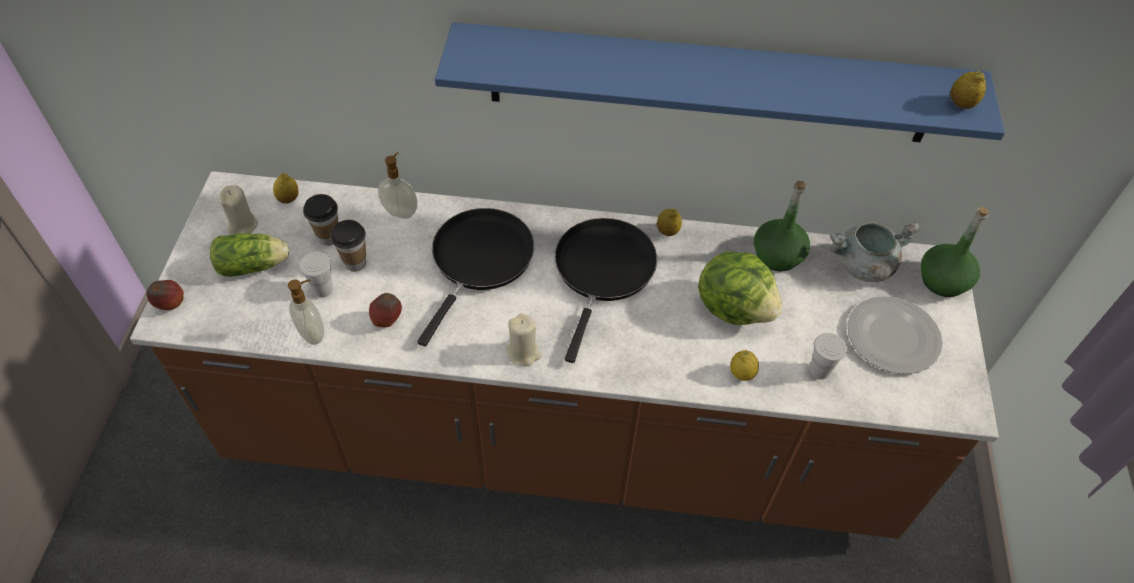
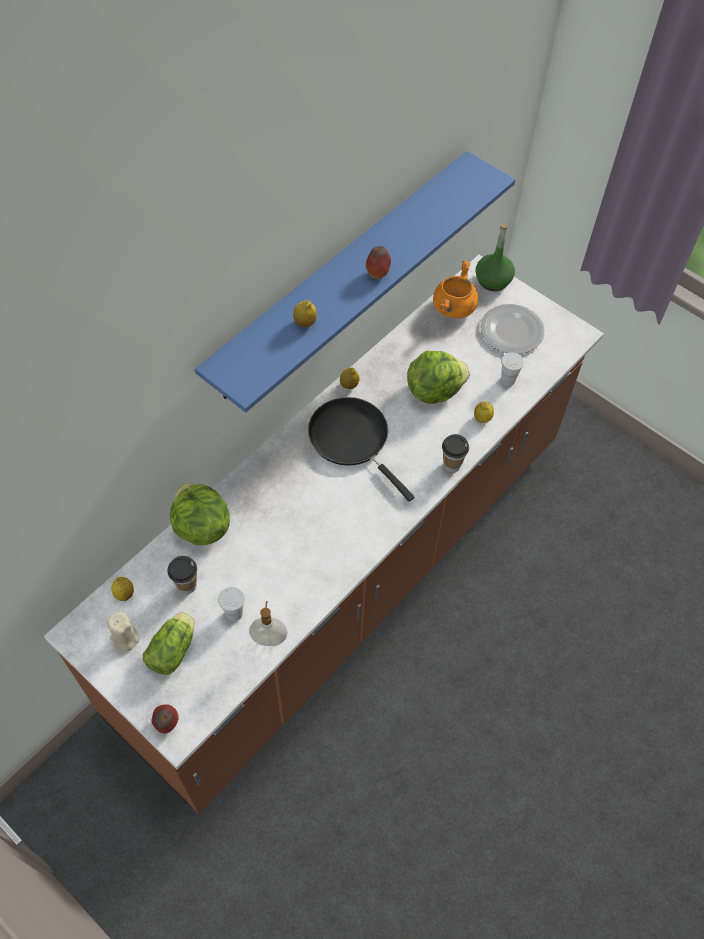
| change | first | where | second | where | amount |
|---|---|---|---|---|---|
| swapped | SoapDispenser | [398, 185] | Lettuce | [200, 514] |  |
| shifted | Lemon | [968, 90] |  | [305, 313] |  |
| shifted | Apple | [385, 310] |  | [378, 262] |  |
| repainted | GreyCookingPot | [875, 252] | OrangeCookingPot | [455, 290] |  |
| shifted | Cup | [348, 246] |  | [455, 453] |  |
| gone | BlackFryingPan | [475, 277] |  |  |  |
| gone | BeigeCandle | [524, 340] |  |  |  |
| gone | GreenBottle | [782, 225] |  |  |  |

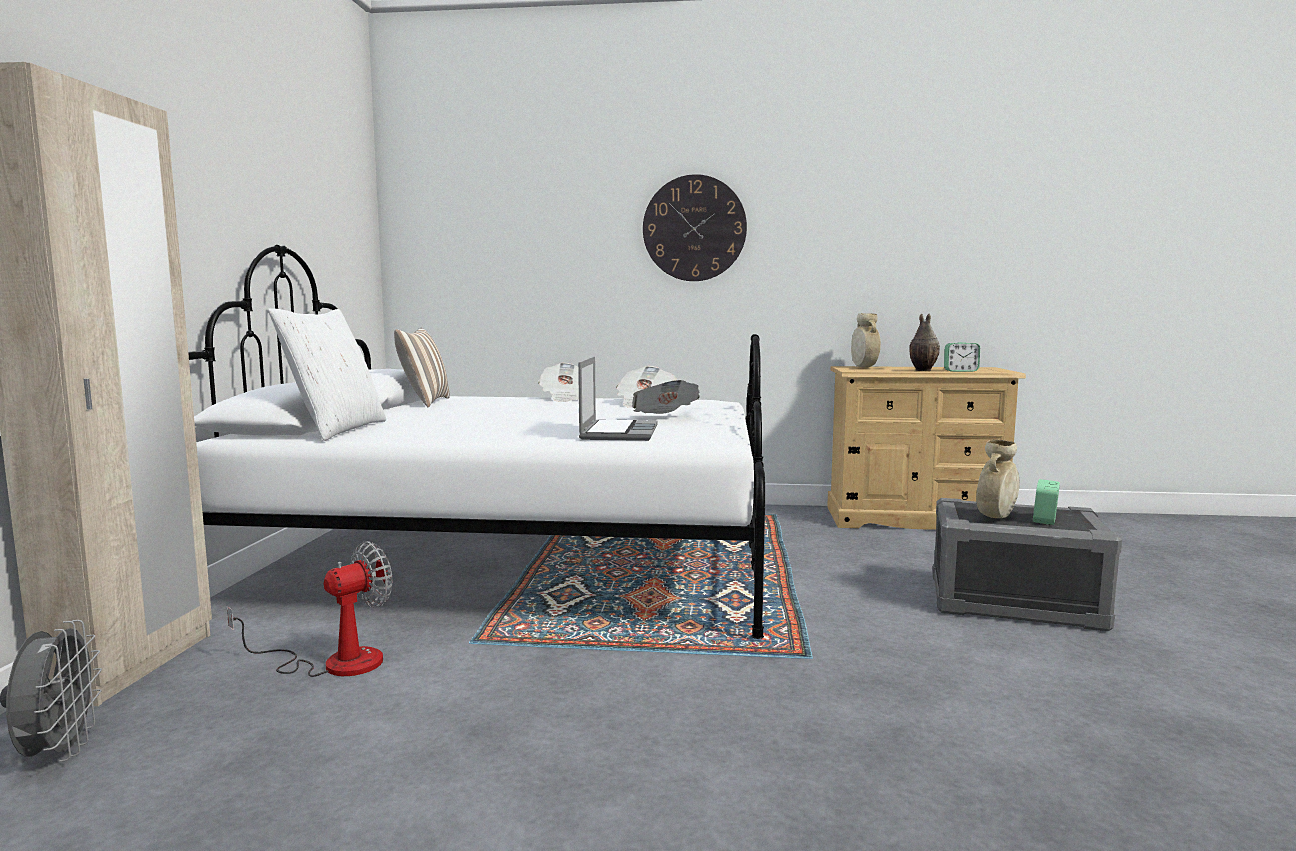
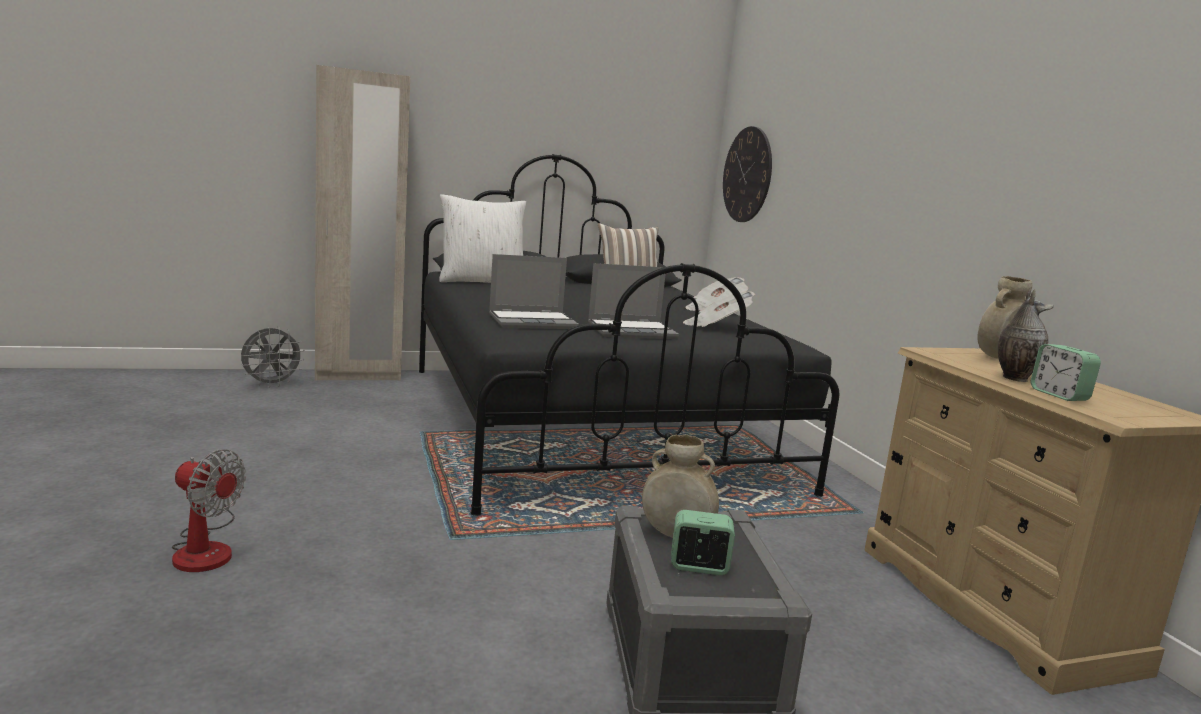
| change | first | where | second | where | amount |
|---|---|---|---|---|---|
| shifted | Fan | [309, 609] |  | [209, 510] |  |
| repainted | WhiteBed | [476, 442] | BlackBed | [629, 335] |  |
| swapped | Newspaper | [666, 397] | Laptop | [633, 301] |  |
| shifted | WallClock | [695, 227] |  | [747, 174] |  |

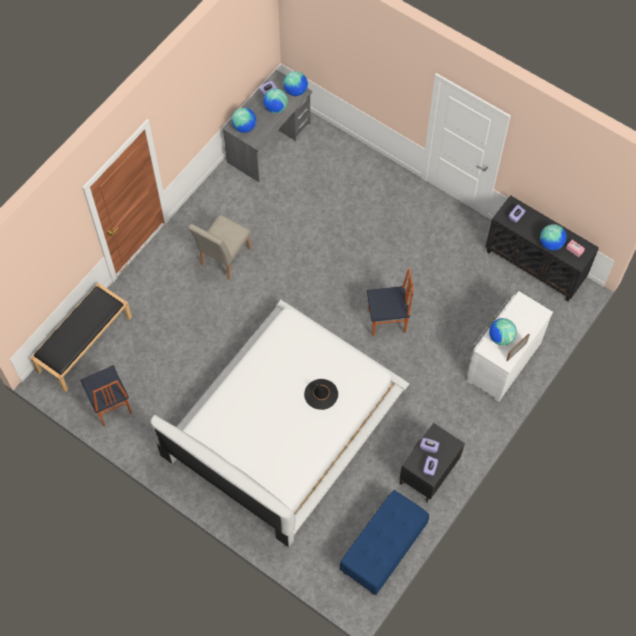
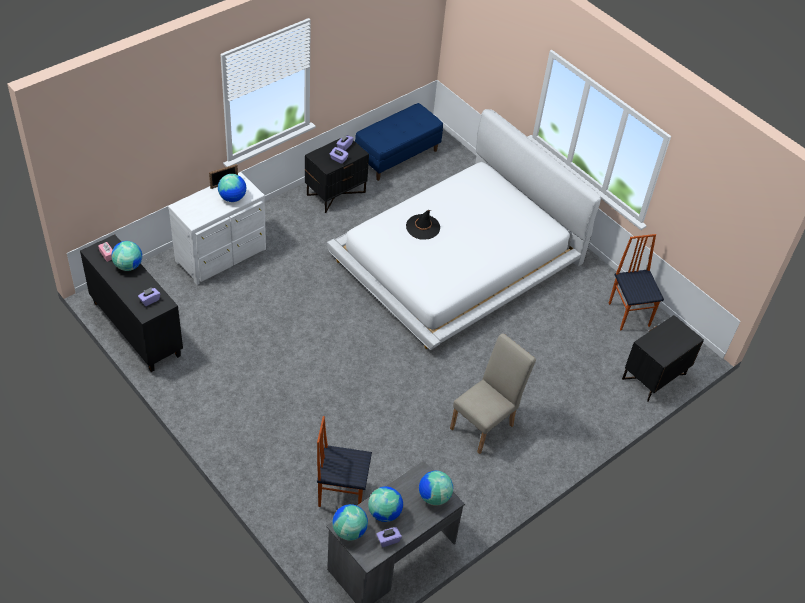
| change | first | where | second | where | amount |
|---|---|---|---|---|---|
| shifted | Chair | [390, 302] |  | [344, 461] |  |
| swapped | BlackBench | [81, 337] | BlackNightstand | [663, 358] |  |

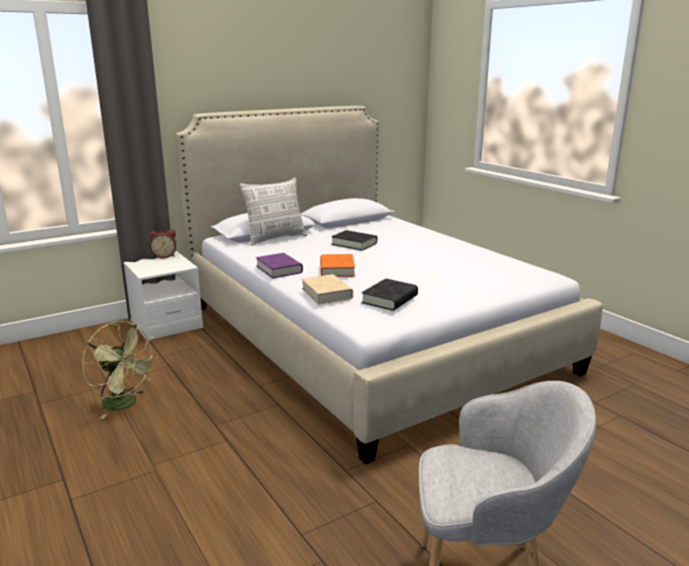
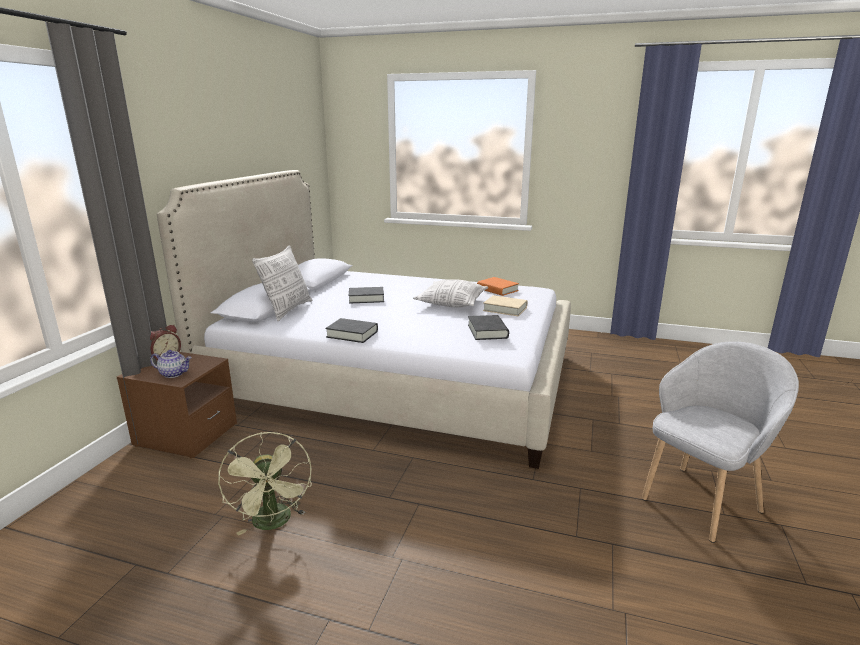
| change | first | where | second | where | amount |
|---|---|---|---|---|---|
| repainted | WhiteNightstand | [163, 296] | BrownNightstand | [177, 405] |  |
| new |  |  | Teapot | [171, 364] |  |
| rotated | GreenFan | [120, 370] |  | [265, 483] | 75 degrees clockwise |
| repainted | PurpleBook | [279, 266] | BlackBook | [351, 330] |  |
| new |  |  | Pillow | [450, 293] |  |
| shifted | OrangeBook | [337, 265] |  | [498, 286] |  |
| shifted | BeigeBook | [327, 289] |  | [505, 305] |  |

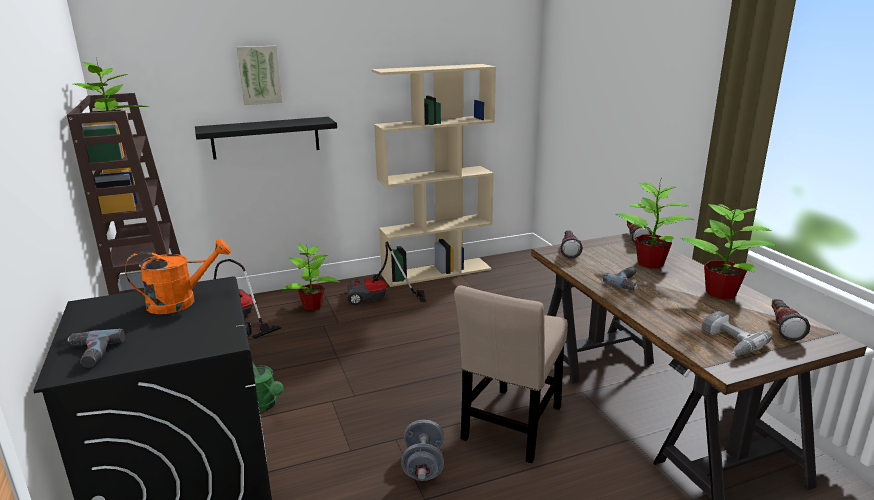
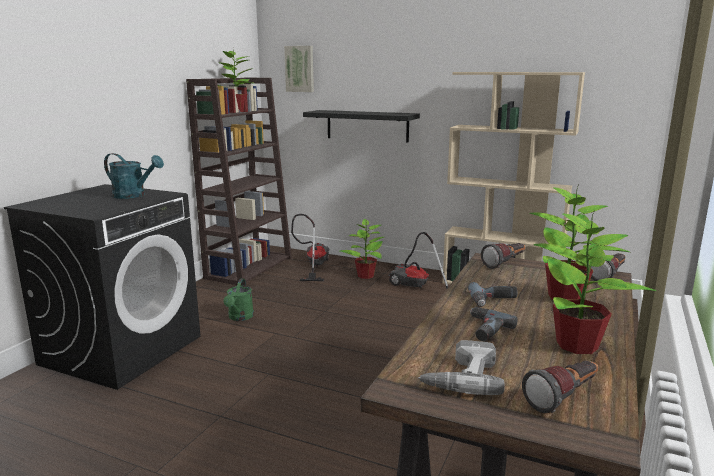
| change | first | where | second | where | amount |
|---|---|---|---|---|---|
| repainted | OrangeWateringCan | [178, 276] | TurquoiseWateringCan | [134, 176] |  |
| shifted | Picture | [259, 75] |  | [299, 69] |  |
| shifted | PowerDrill | [96, 348] |  | [494, 324] |  |
| gone | GreyDumbbell | [422, 450] |  |  |  |
| gone | BeigeChair | [511, 374] |  |  |  |

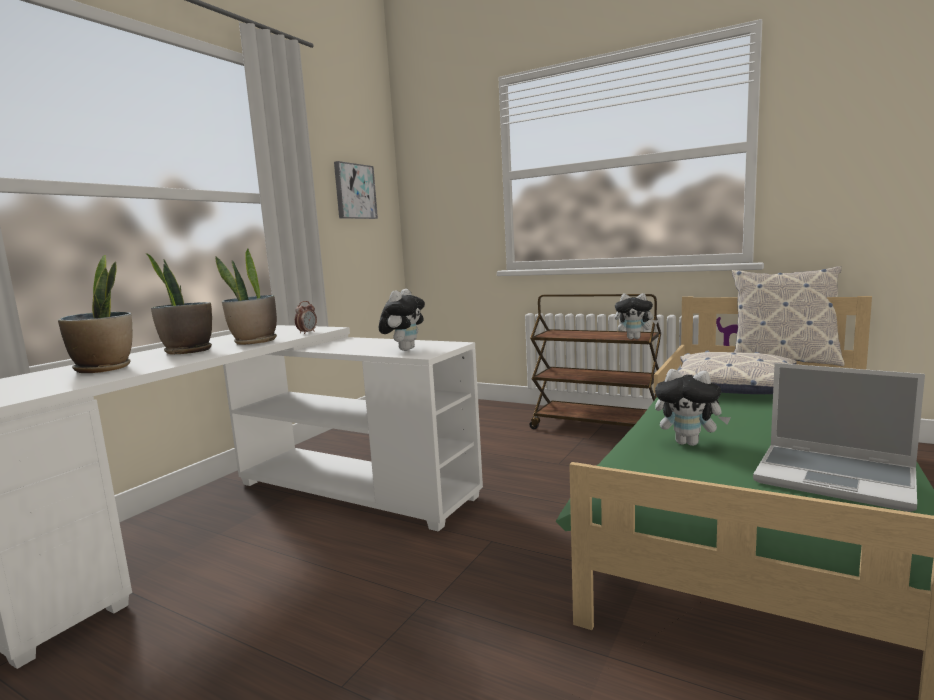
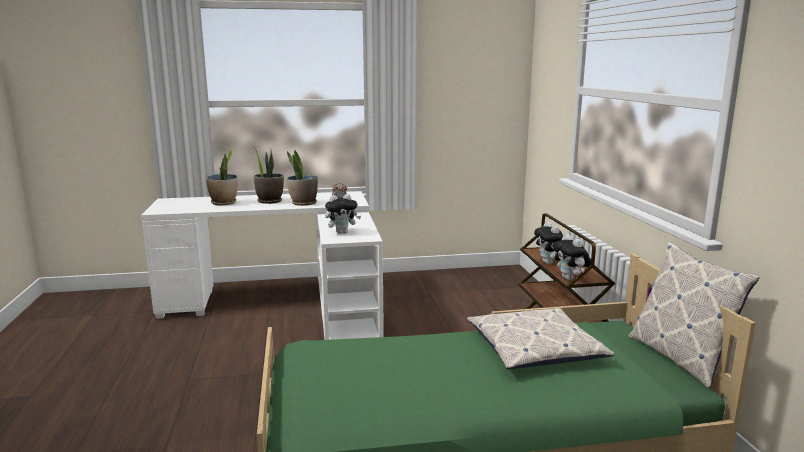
| change | first | where | second | where | amount |
|---|---|---|---|---|---|
| shifted | PlushToy | [693, 407] |  | [548, 242] |  |
| gone | Picture | [356, 190] |  |  |  |
| gone | Laptop | [839, 437] |  |  |  |

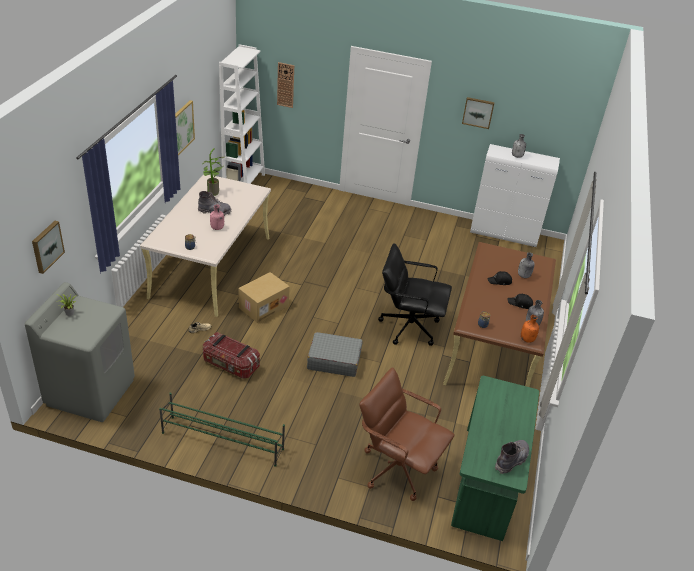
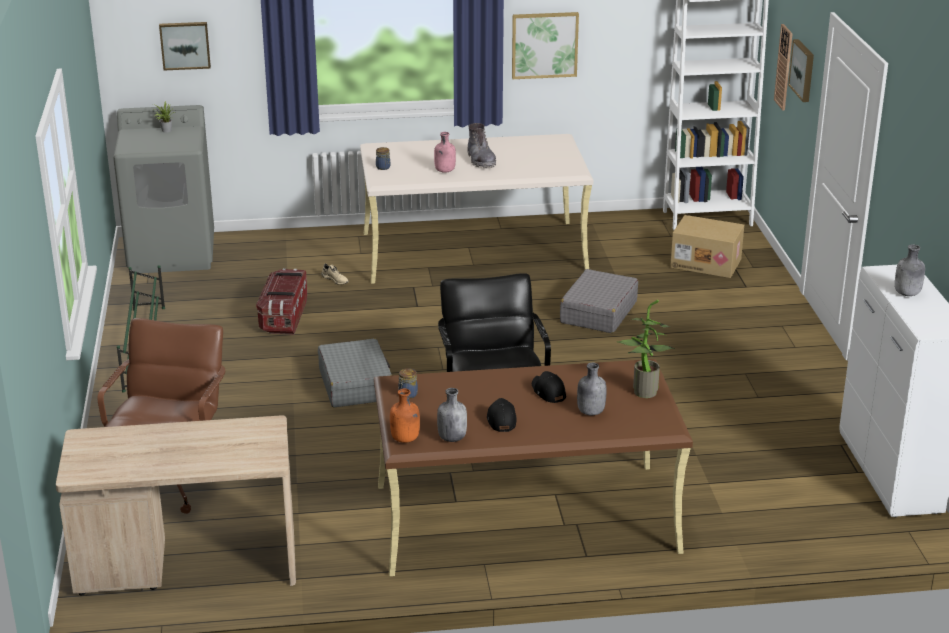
| change | first | where | second | where | amount |
|---|---|---|---|---|---|
| repainted | GreenDesk | [495, 458] | BeigeDesk | [176, 505] |  |
| new |  |  | GreySuitcase | [599, 301] |  |
| shifted | PottedPlant | [214, 172] |  | [645, 349] |  |
| shifted | CardboardBox | [264, 297] |  | [707, 246] |  |
| shifted | Picture | [478, 113] |  | [801, 70] |  |
| gone | GreyBoot | [512, 457] |  |  |  |

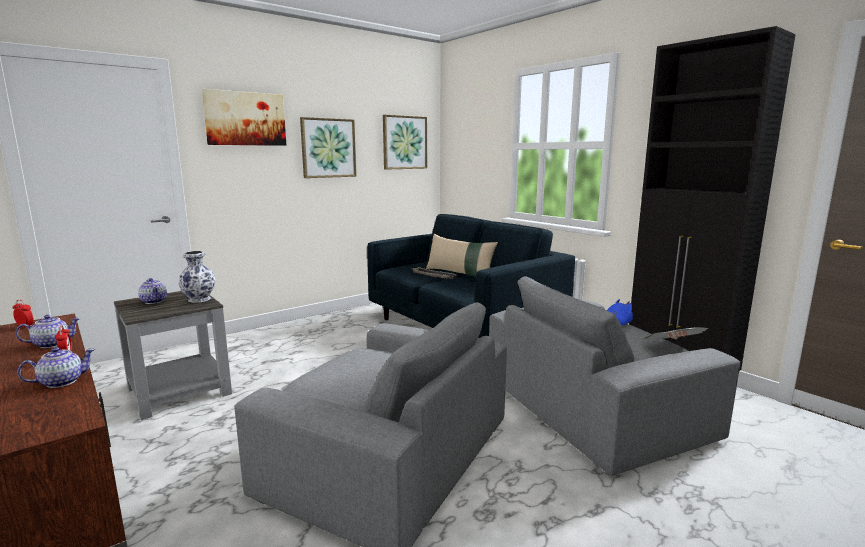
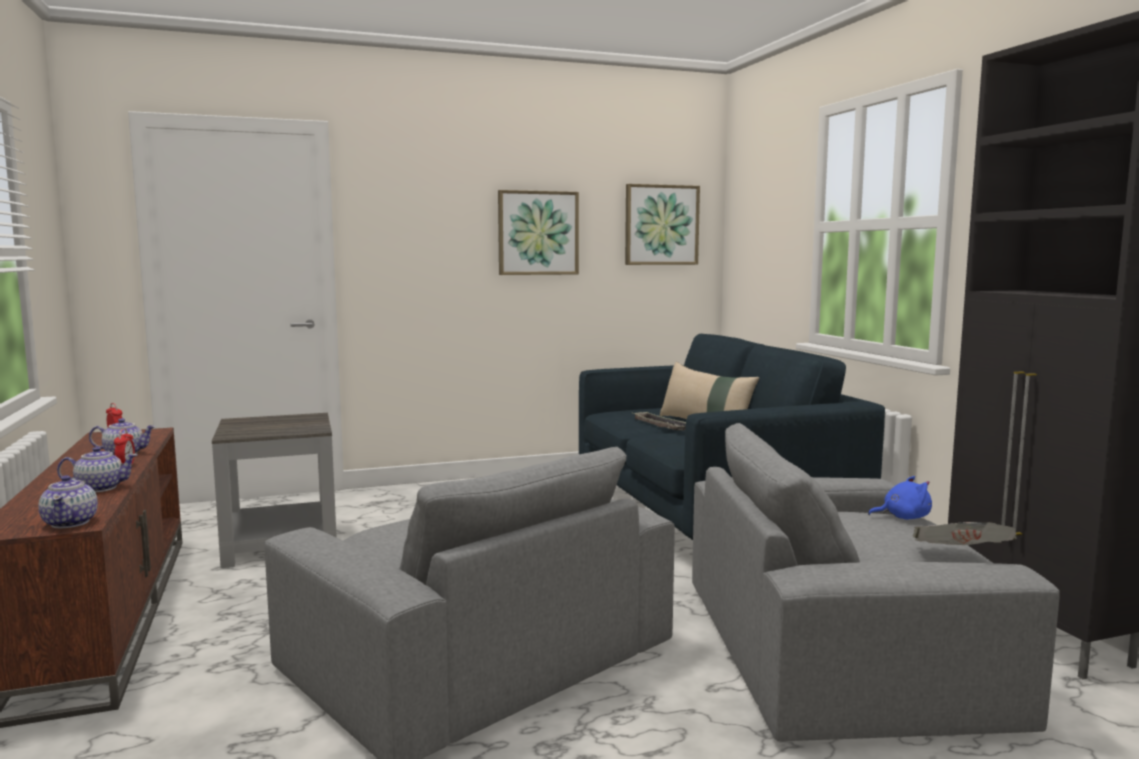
| change | first | where | second | where | amount |
|---|---|---|---|---|---|
| shifted | Teapot | [152, 291] |  | [68, 501] |  |
| gone | Vase | [197, 277] |  |  |  |
| gone | Picture | [244, 117] |  |  |  |

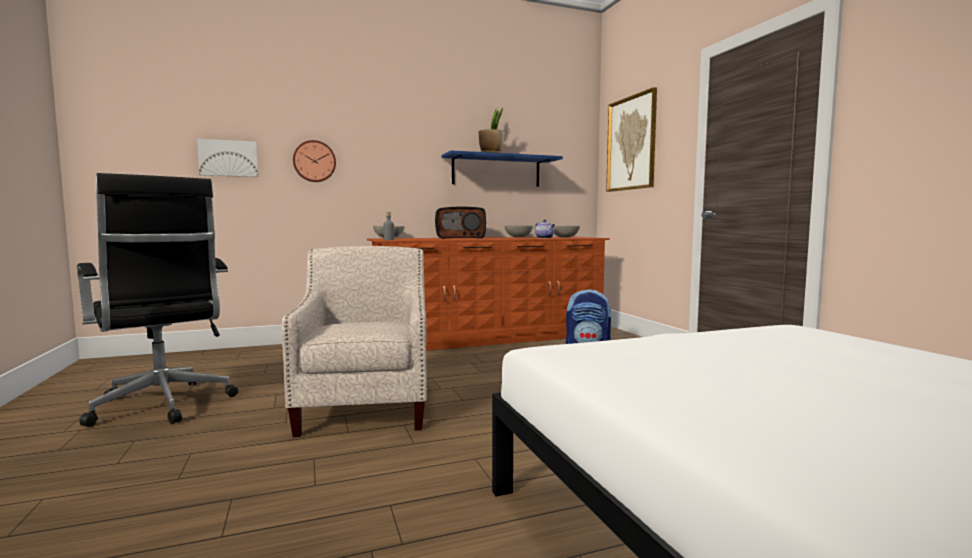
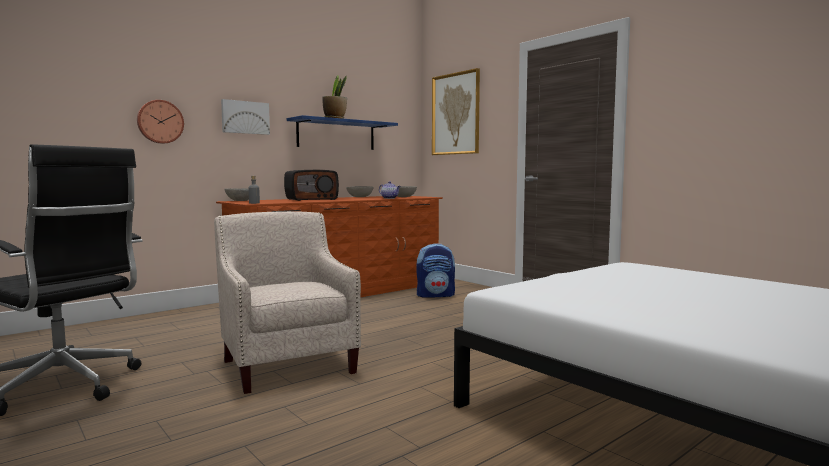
| change | first | where | second | where | amount |
|---|---|---|---|---|---|
| shifted | Picture | [227, 158] |  | [245, 117] |  |

